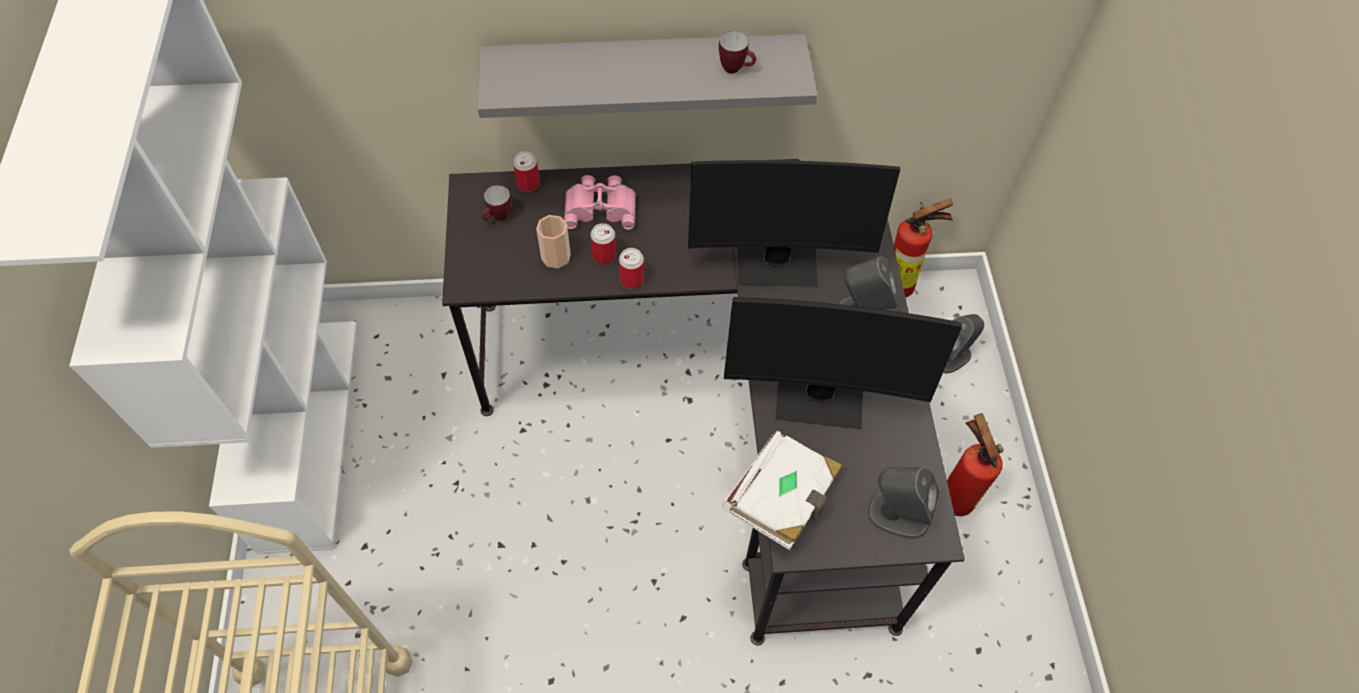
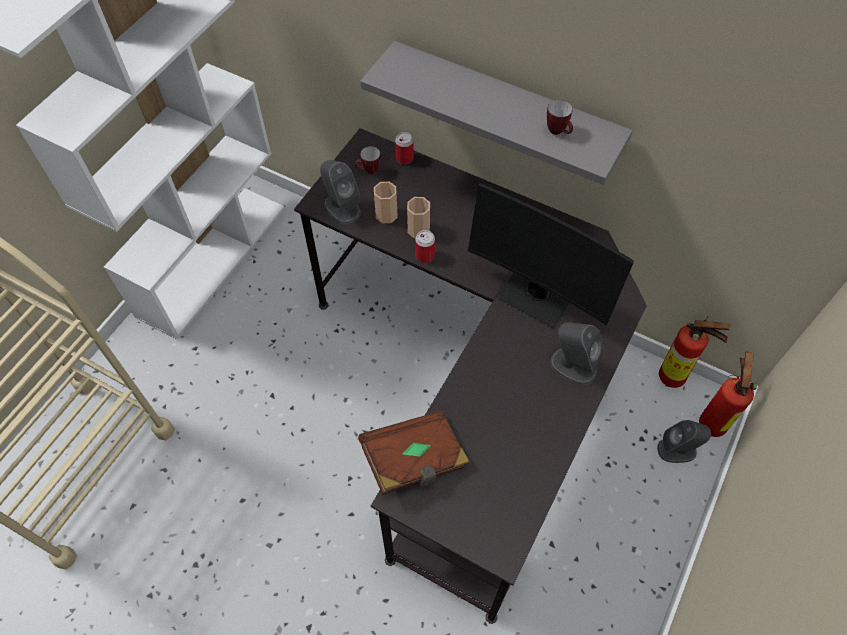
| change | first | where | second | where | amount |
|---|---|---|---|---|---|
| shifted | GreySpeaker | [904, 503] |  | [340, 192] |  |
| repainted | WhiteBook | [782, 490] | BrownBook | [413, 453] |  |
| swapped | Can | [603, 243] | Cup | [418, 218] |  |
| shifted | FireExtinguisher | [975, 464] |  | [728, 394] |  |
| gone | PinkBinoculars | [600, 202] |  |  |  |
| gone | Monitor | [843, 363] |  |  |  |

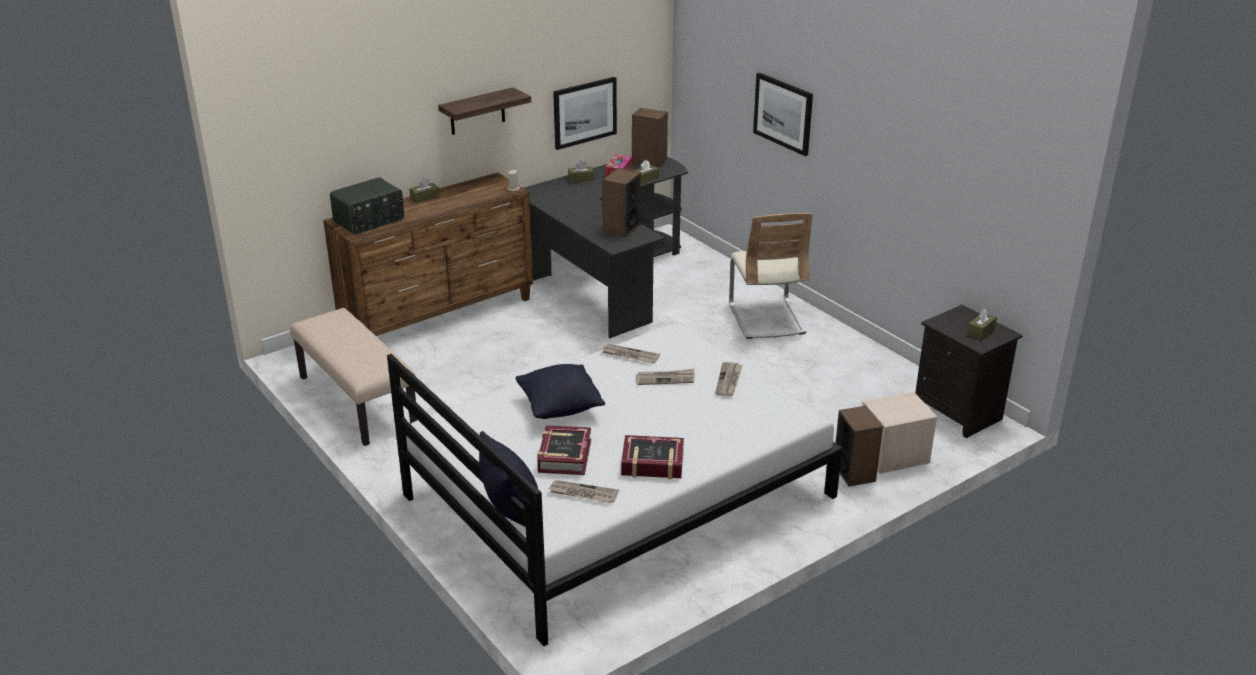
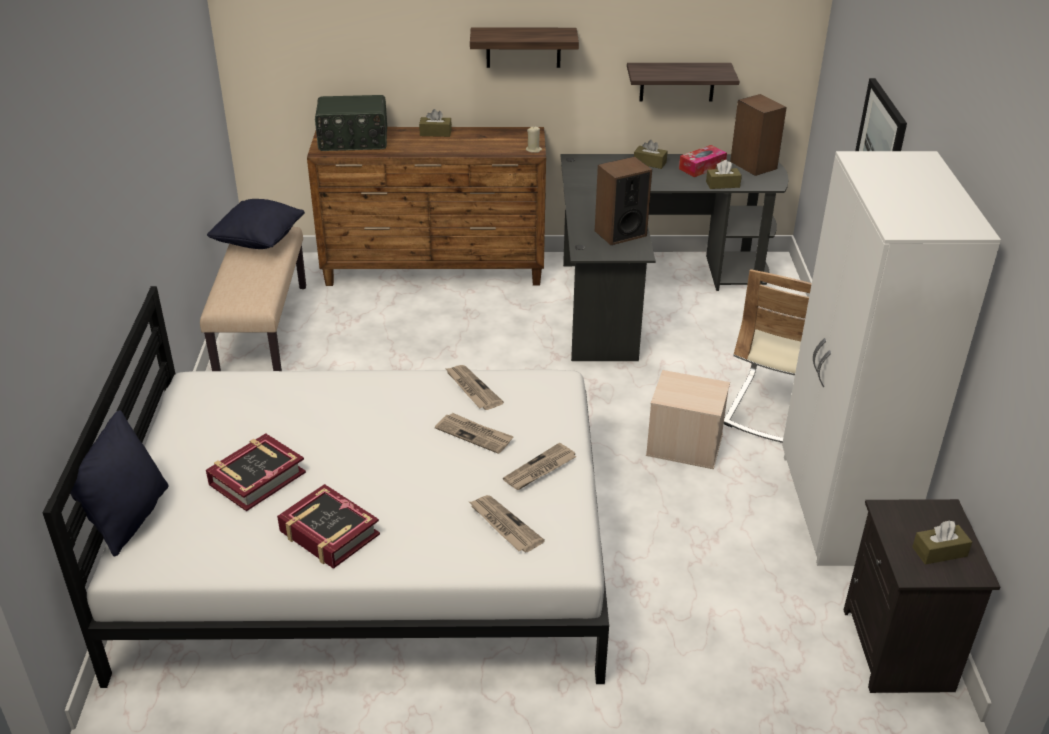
| change | first | where | second | where | amount |
|---|---|---|---|---|---|
| shifted | BlackPillow | [560, 391] |  | [256, 224] |  |
| shifted | Newspaper | [584, 491] |  | [507, 524] |  |
| swapped | Picture | [585, 113] | Shelf | [683, 82] |  |
| shifted | BeigeStorageBox | [900, 432] |  | [688, 419] |  |
| new |  |  | WhiteWardrobe | [891, 358] |  |
| gone | Speaker | [859, 446] |  |  |  |

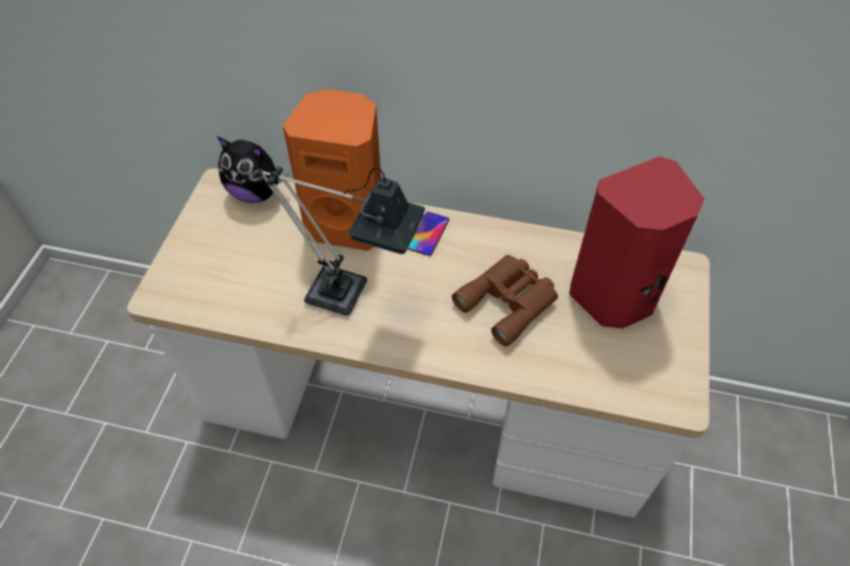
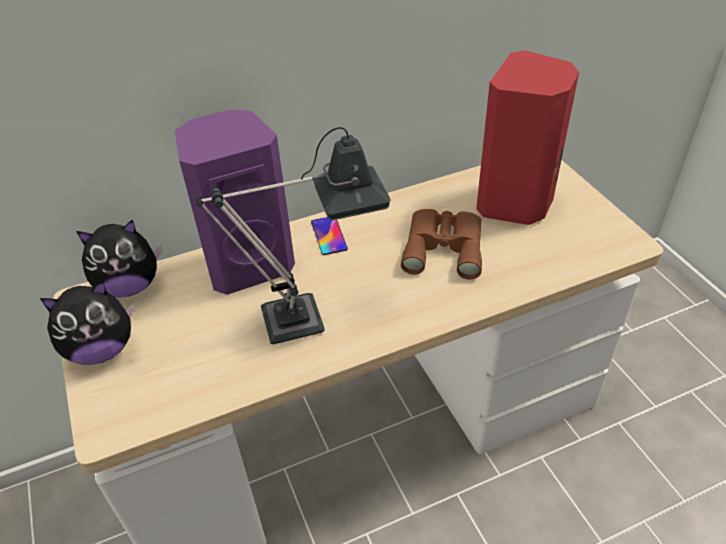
| change | first | where | second | where | amount |
|---|---|---|---|---|---|
| new |  |  | PlushToy | [87, 322] |  |
| repainted | OrangeSpeaker | [332, 170] | PurpleSpeaker | [235, 202] |  |

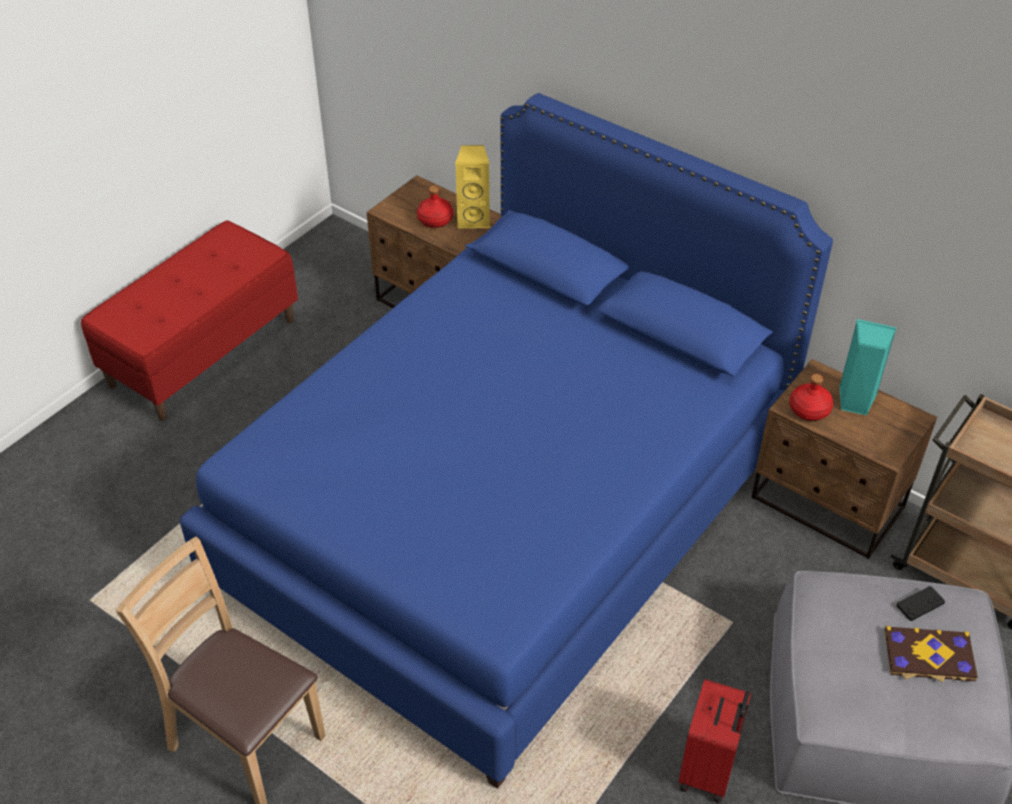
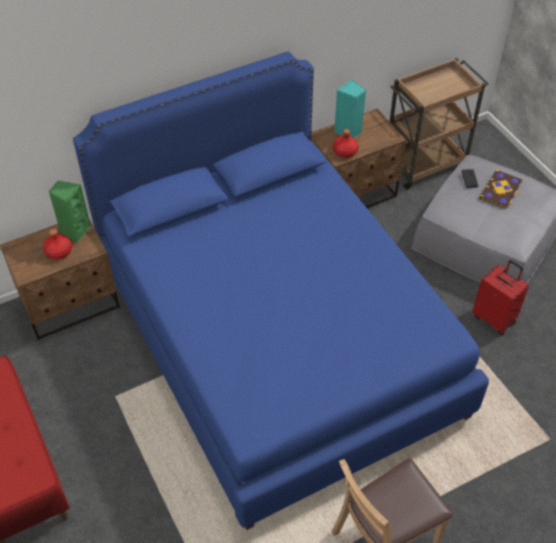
| change | first | where | second | where | amount |
|---|---|---|---|---|---|
| repainted | YellowSpeaker | [472, 187] | GreenSpeaker | [69, 211] |  |

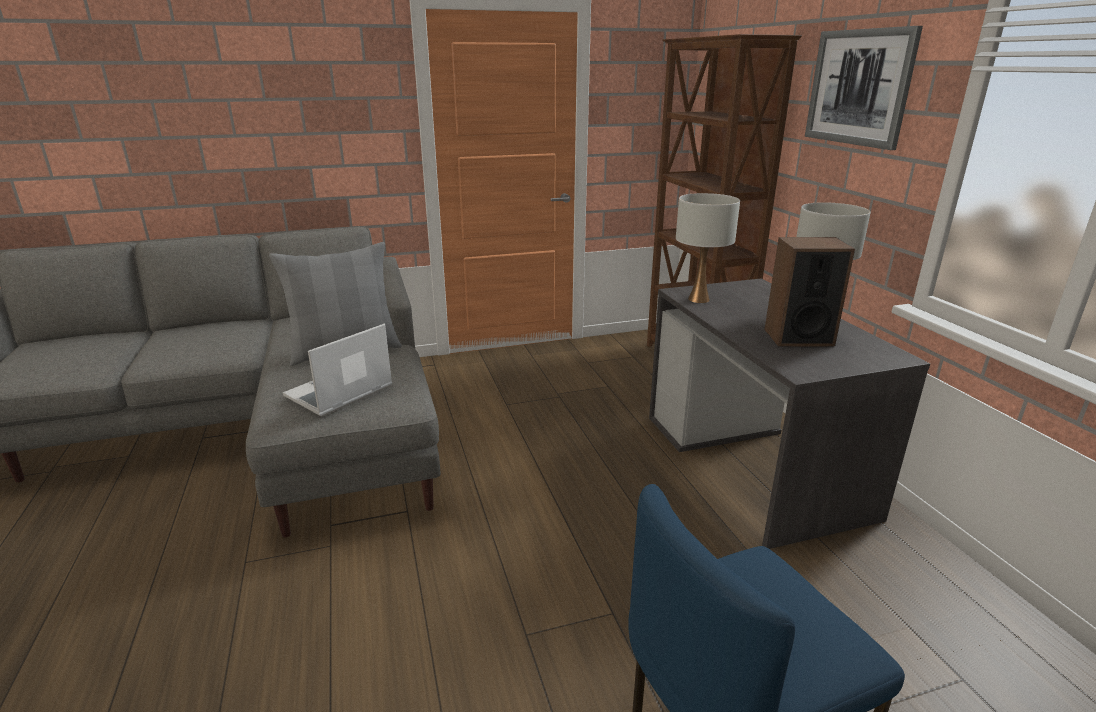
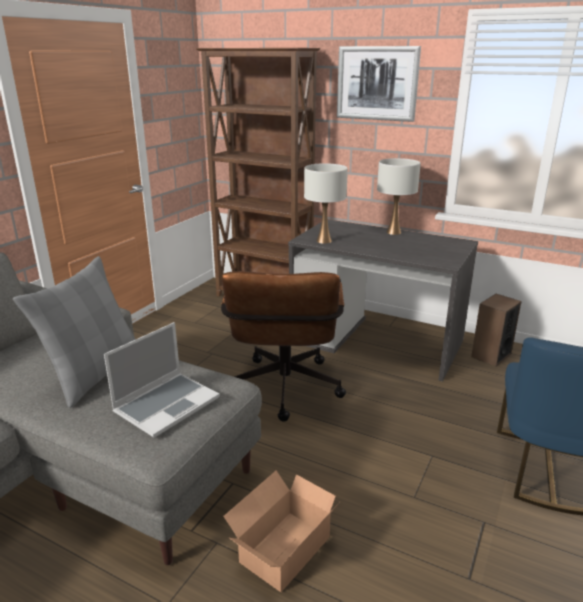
| change | first | where | second | where | amount |
|---|---|---|---|---|---|
| rotated | Laptop | [337, 370] |  | [162, 380] | 135 degrees counterclockwise |
| new |  |  | BrownOfficeChair | [283, 346] |  |
| new |  |  | CardboardBox | [282, 531] |  |
| shifted | Speaker | [810, 291] |  | [496, 330] |  |

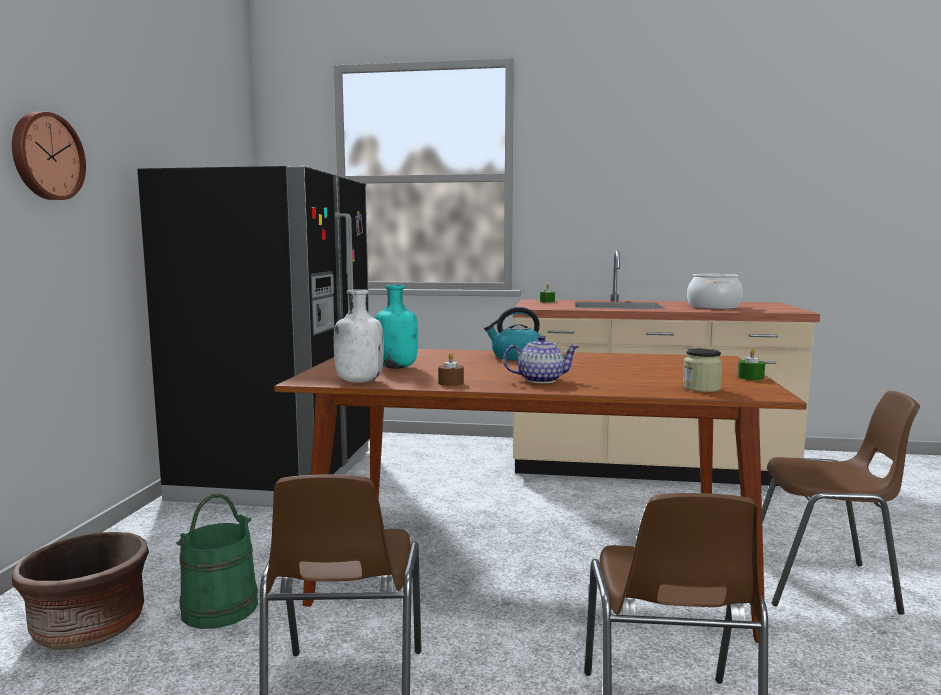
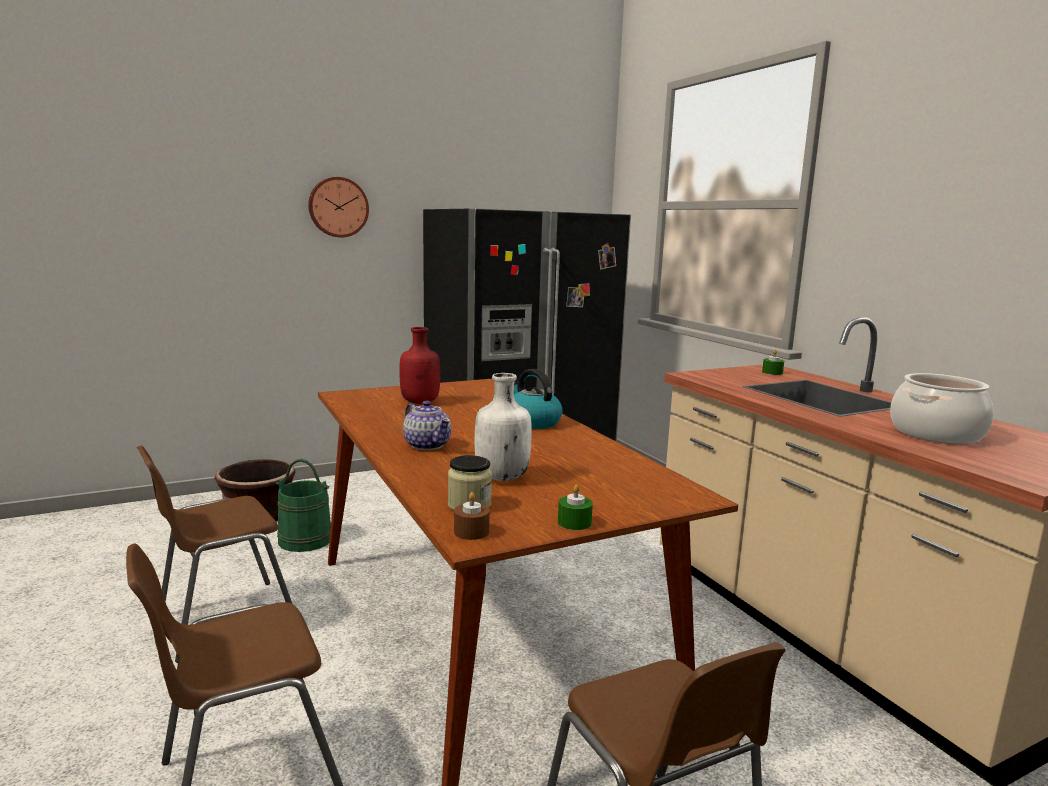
| change | first | where | second | where | amount |
|---|---|---|---|---|---|
| repainted | TurquoiseBottle | [396, 327] | RedBottle | [419, 365] |  |
| shifted | BrownCandle | [451, 369] |  | [472, 516] |  |
| shifted | WhiteBottle | [359, 336] |  | [503, 427] |  |

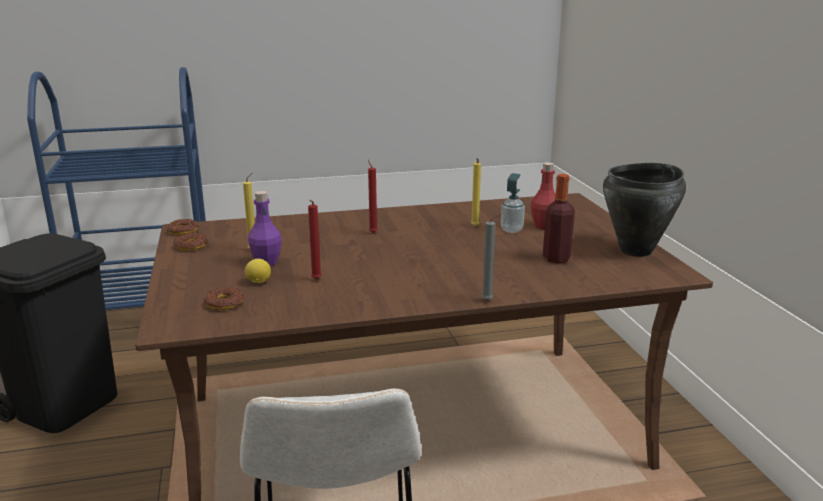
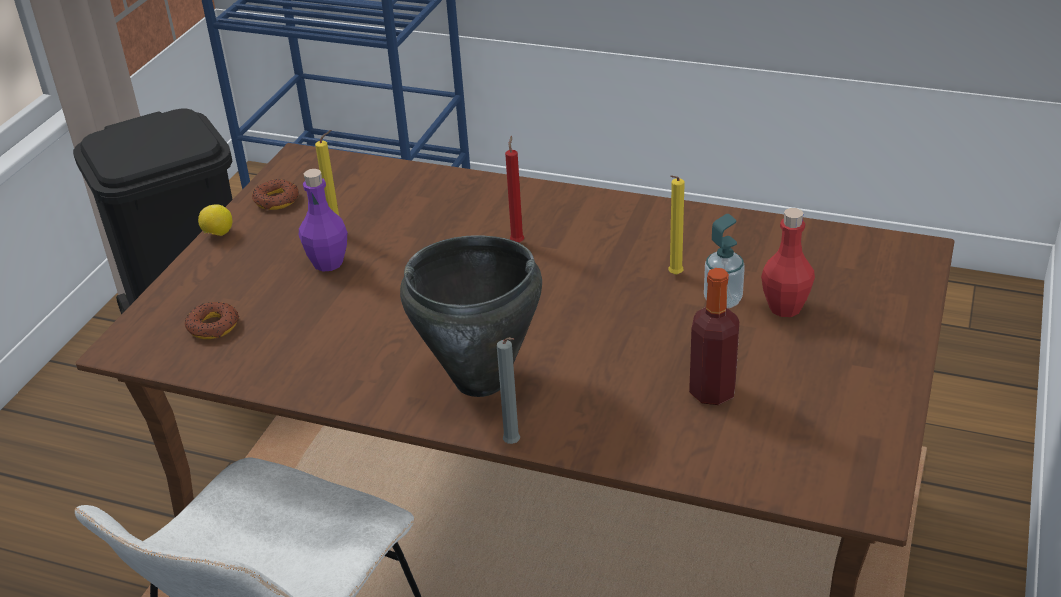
| change | first | where | second | where | amount |
|---|---|---|---|---|---|
| shifted | Lemon | [258, 271] |  | [215, 220] |  |
| shifted | BlackCookingPot | [644, 210] |  | [471, 316] |  |
| gone | Donut | [182, 227] |  |  |  |
| gone | RedCandle | [315, 240] |  |  |  |

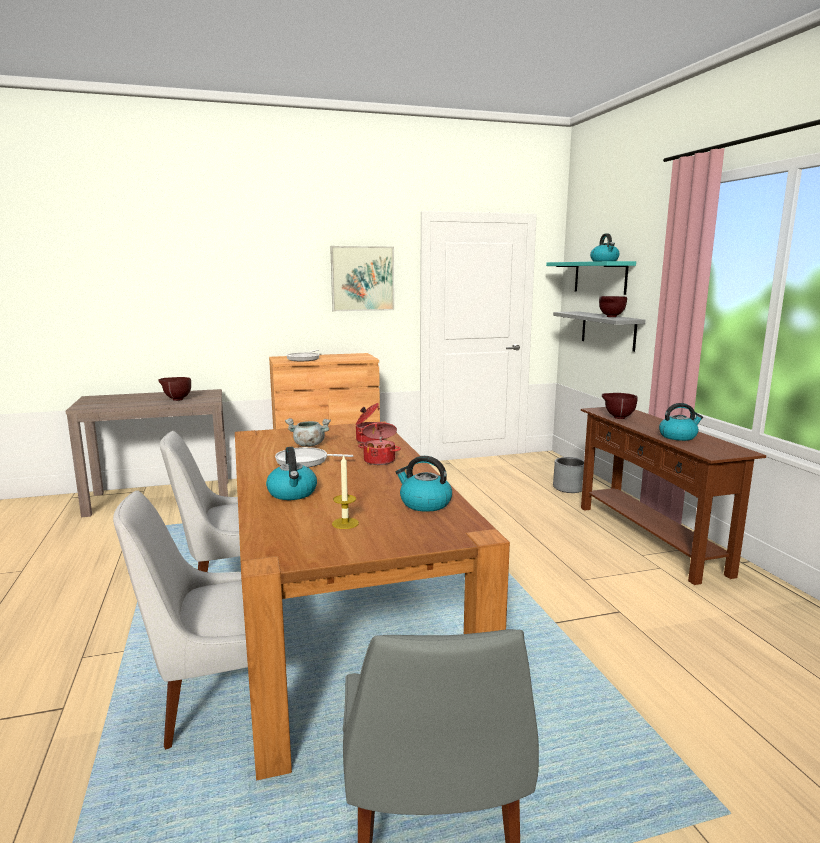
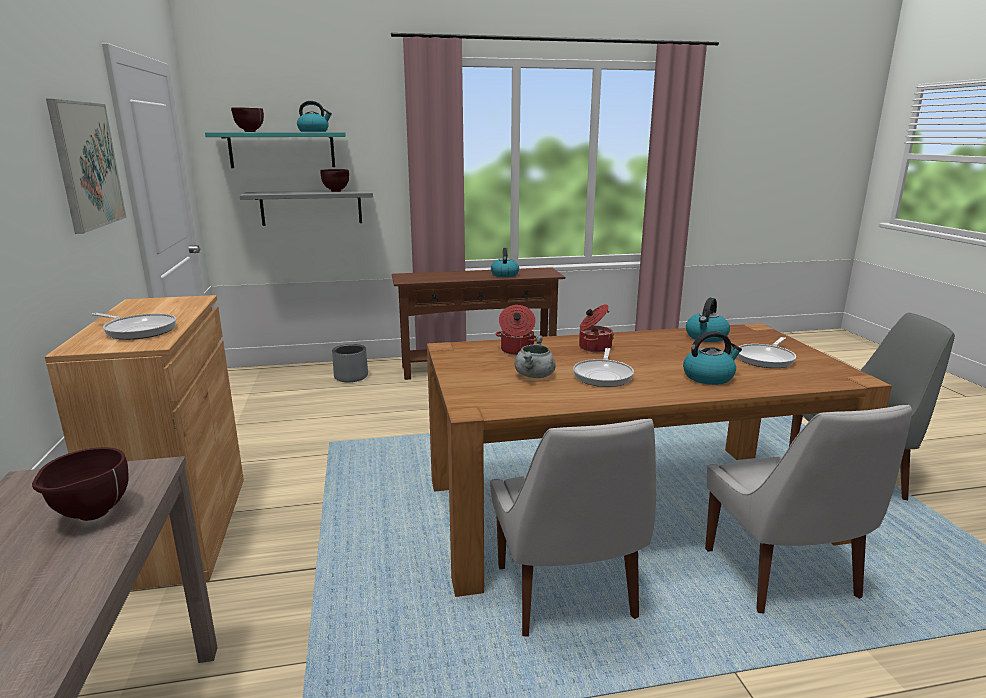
| change | first | where | second | where | amount |
|---|---|---|---|---|---|
| shifted | BrownBowl | [619, 406] |  | [247, 119] |  |
| swapped | Candle | [345, 491] | FryingPan | [766, 352] |  |

